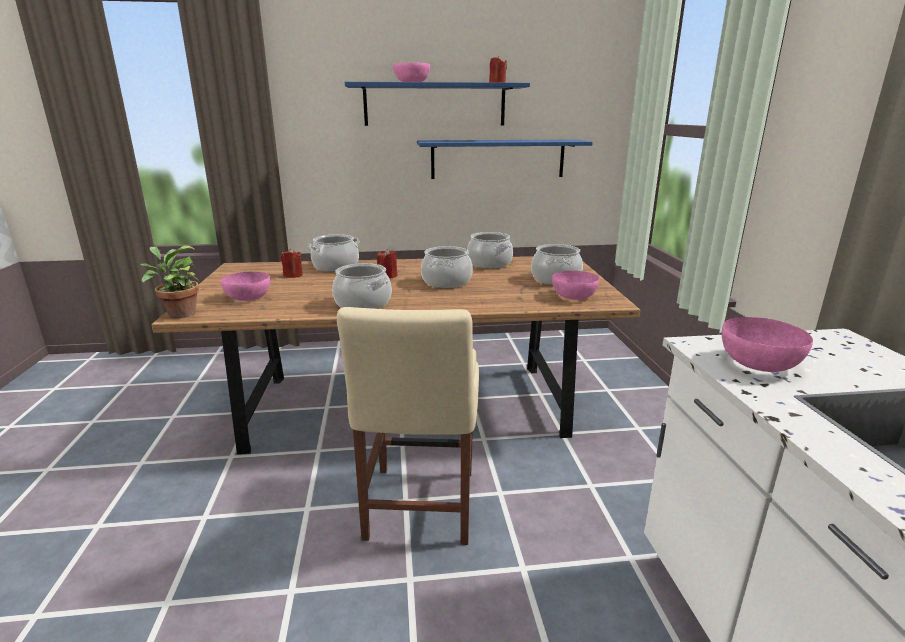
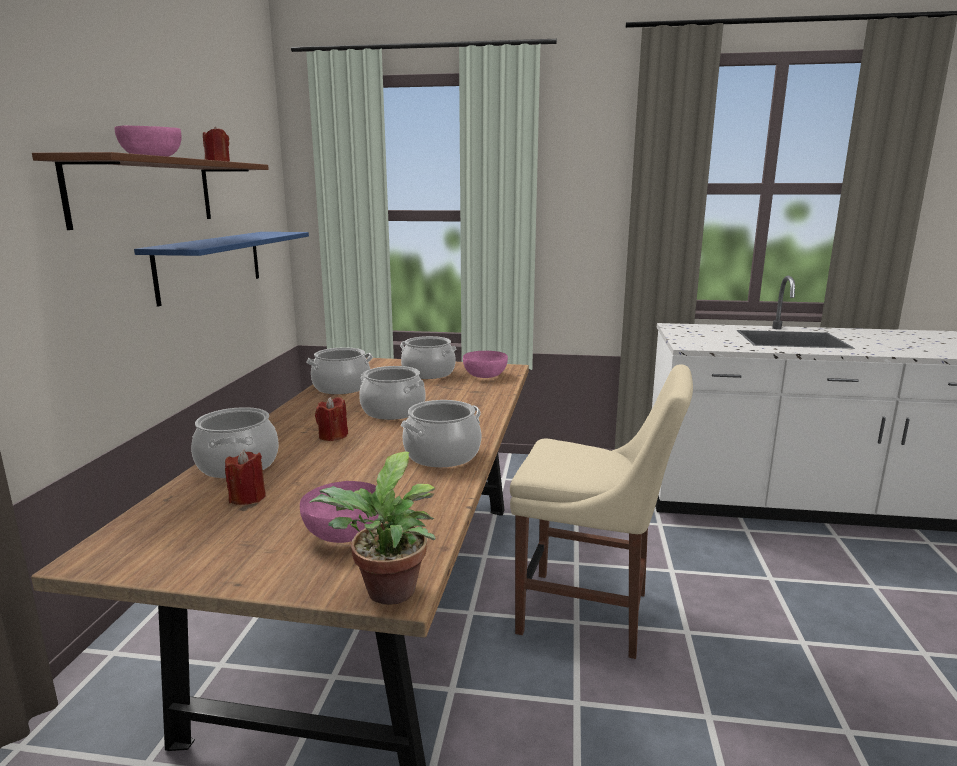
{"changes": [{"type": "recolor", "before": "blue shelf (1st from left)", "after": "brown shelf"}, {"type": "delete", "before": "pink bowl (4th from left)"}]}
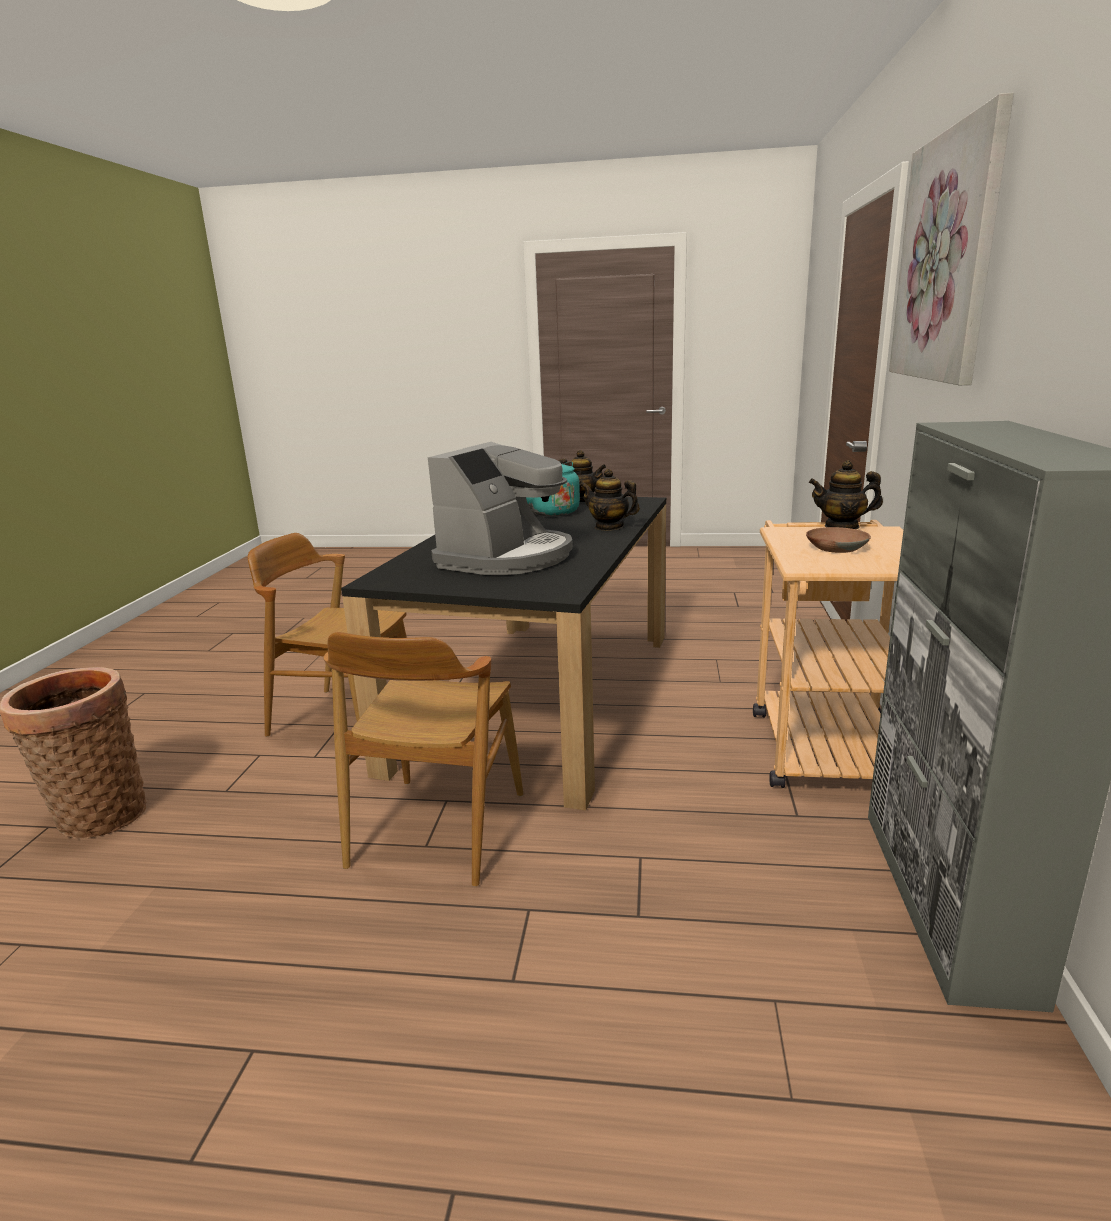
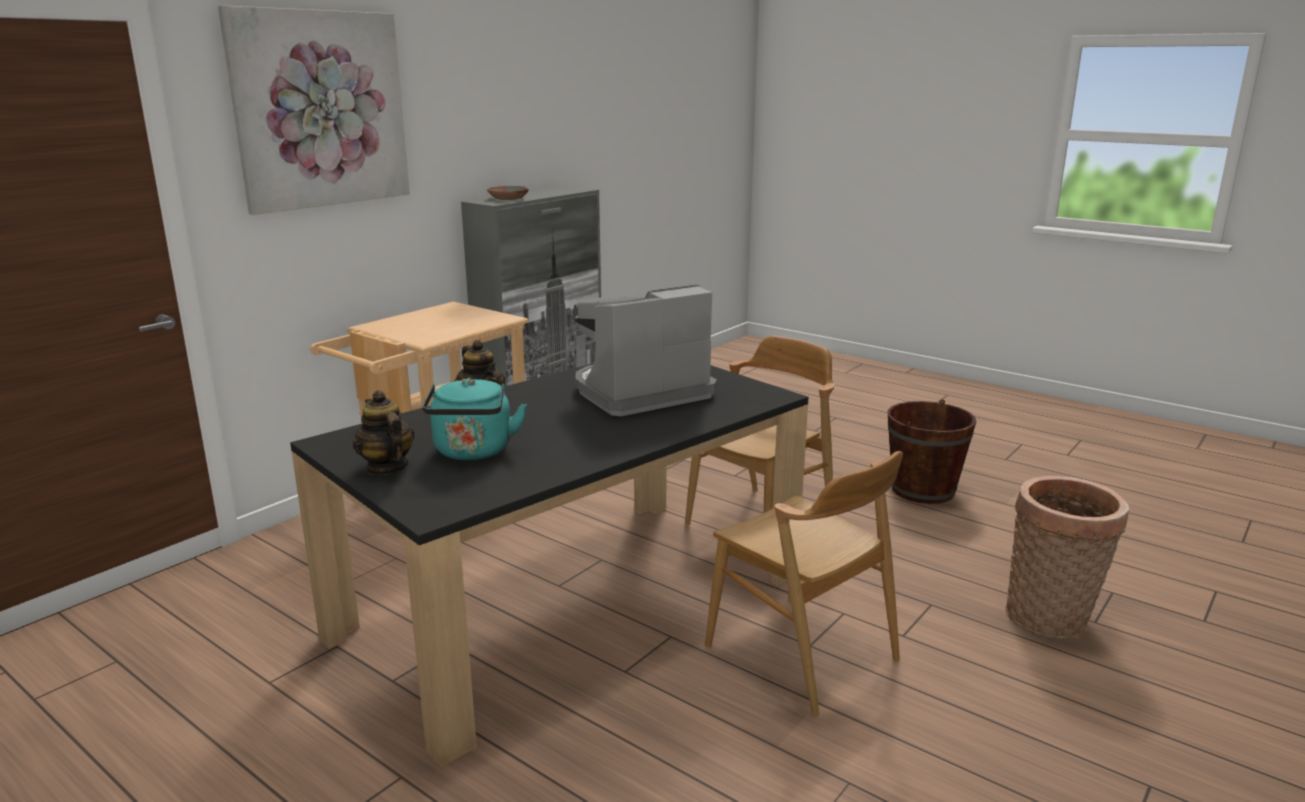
{"changes": [{"type": "move", "before": "brown bowl"}, {"type": "insert", "after": "brown bucket"}, {"type": "delete", "before": "teapot (3rd from left)"}]}
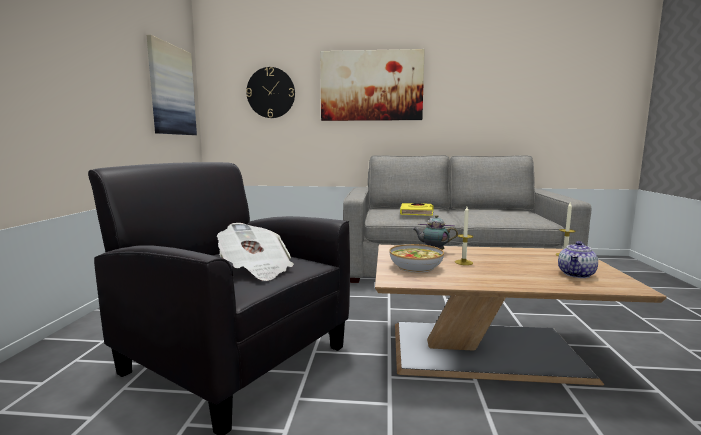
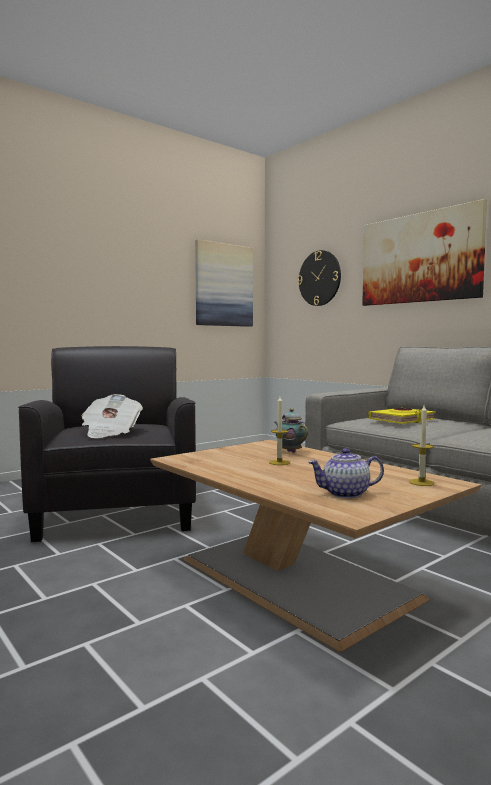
{"changes": [{"type": "delete", "before": "bowl"}]}
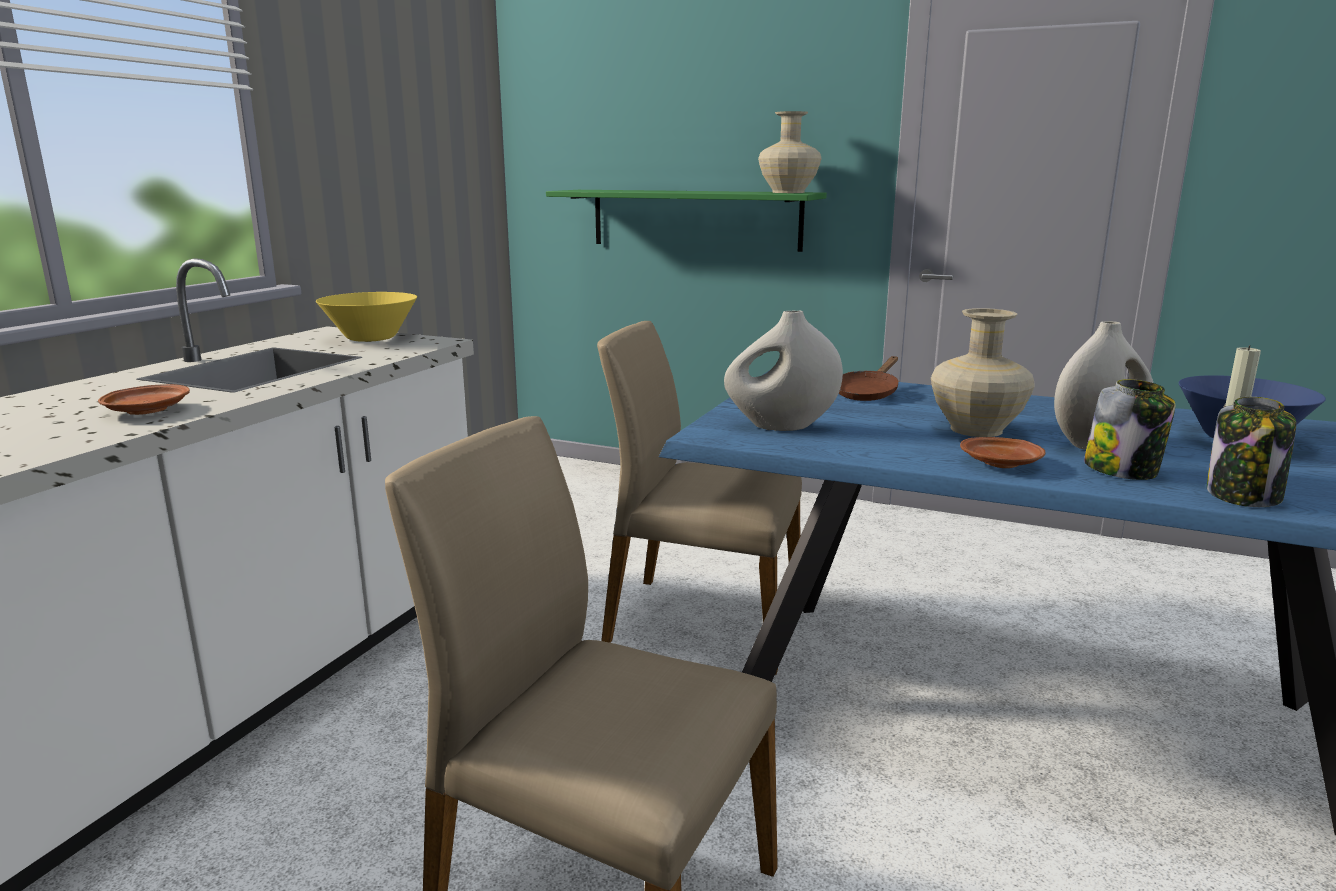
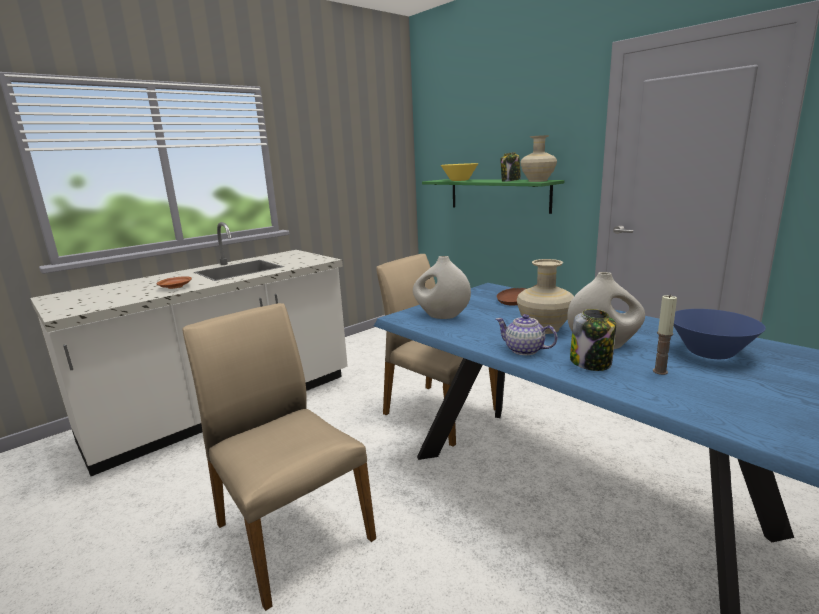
{"changes": [{"type": "move", "before": "yellow bowl"}, {"type": "replace", "before": "brown plate (2nd from left)", "after": "teapot"}, {"type": "move", "before": "jar (2nd from left in the first image)", "after": "jar (1st from left)"}]}
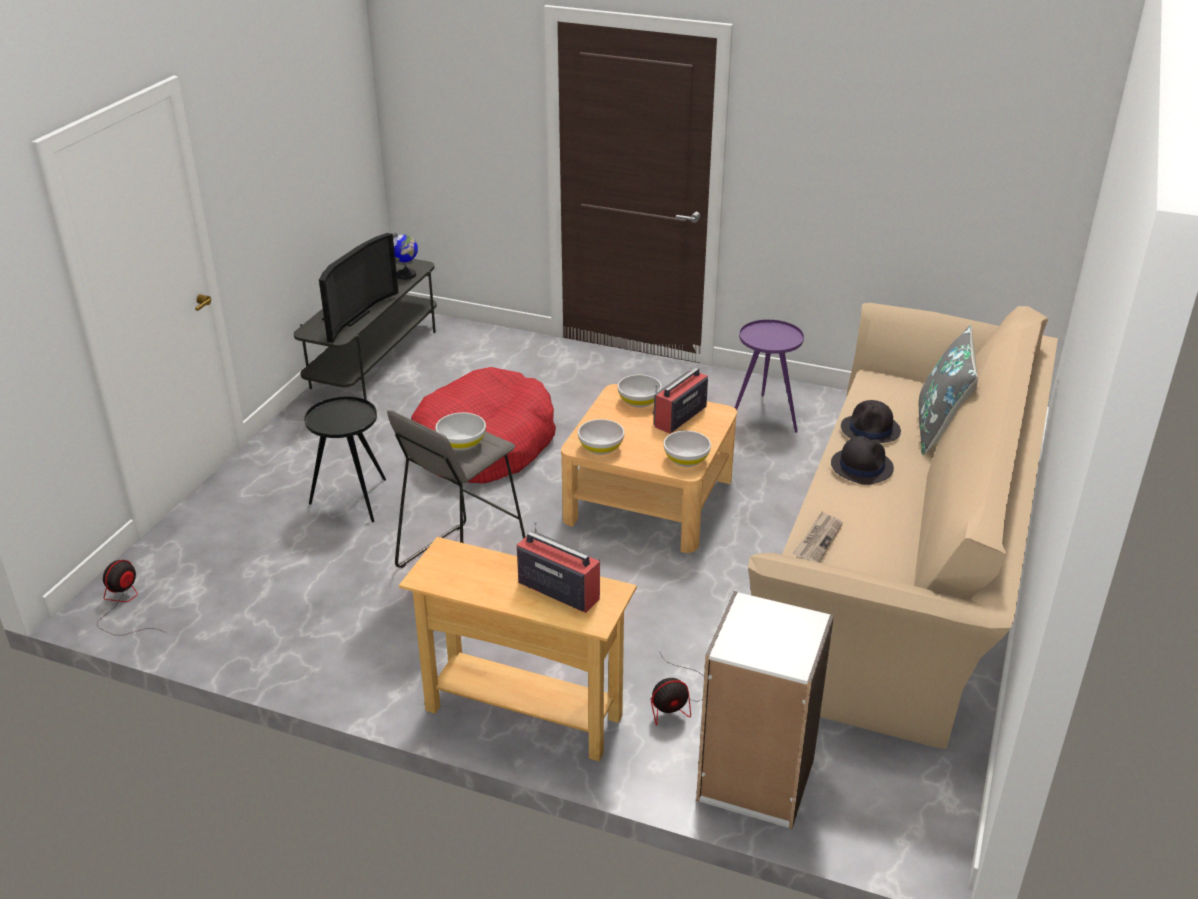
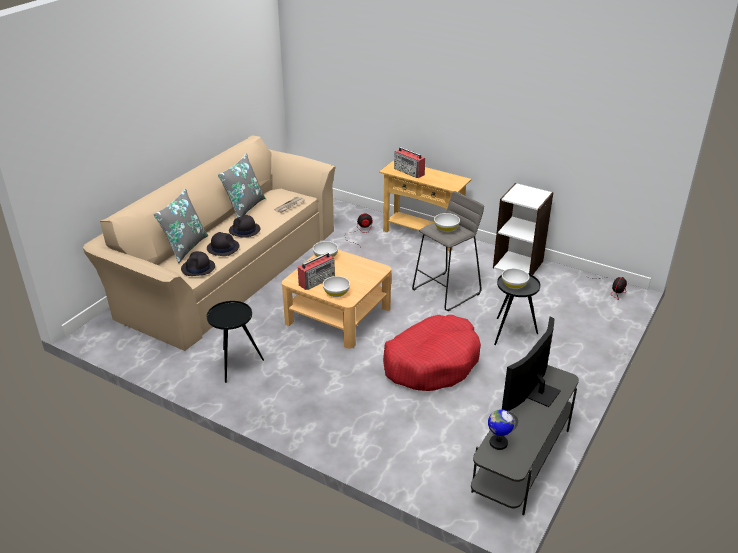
{"changes": [{"type": "insert", "after": "black hat (1st from left)"}, {"type": "recolor", "before": "purple side table", "after": "black side table (1st from left)"}, {"type": "insert", "after": "grey pillow (2nd from left)"}, {"type": "move", "before": "white bookcase"}, {"type": "move", "before": "white bowl (2nd from left in the first image)", "after": "white bowl (4th from left)"}]}
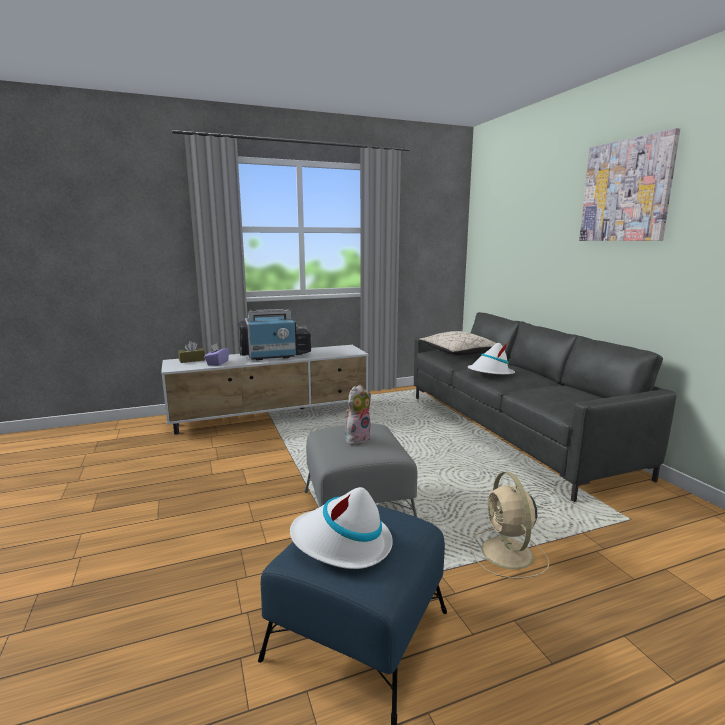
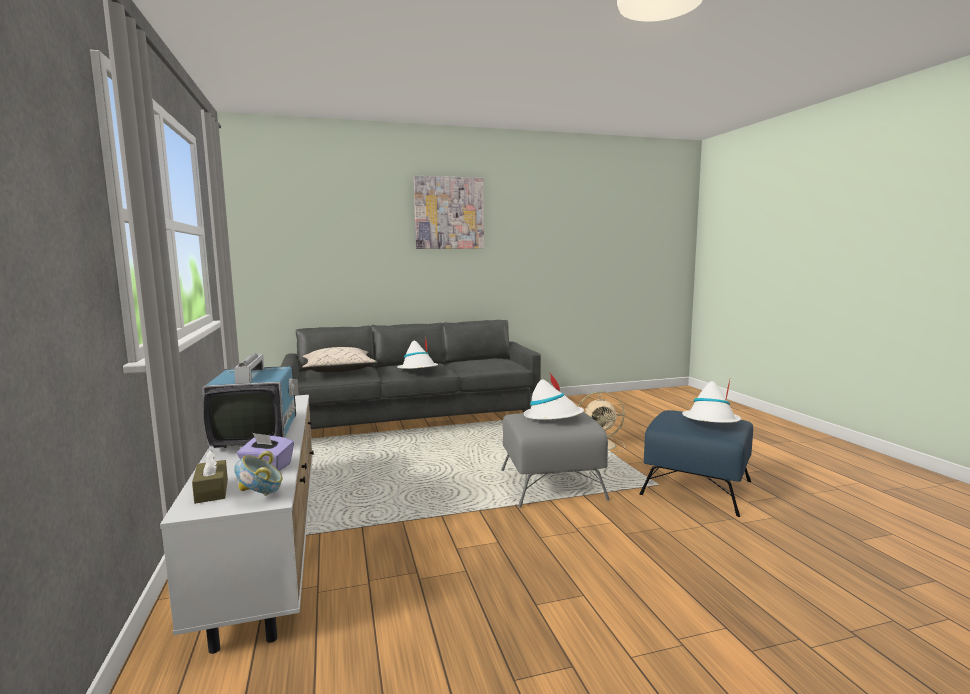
{"changes": [{"type": "insert", "after": "bowl"}, {"type": "replace", "before": "plush toy", "after": "white hat (2nd from left)"}]}
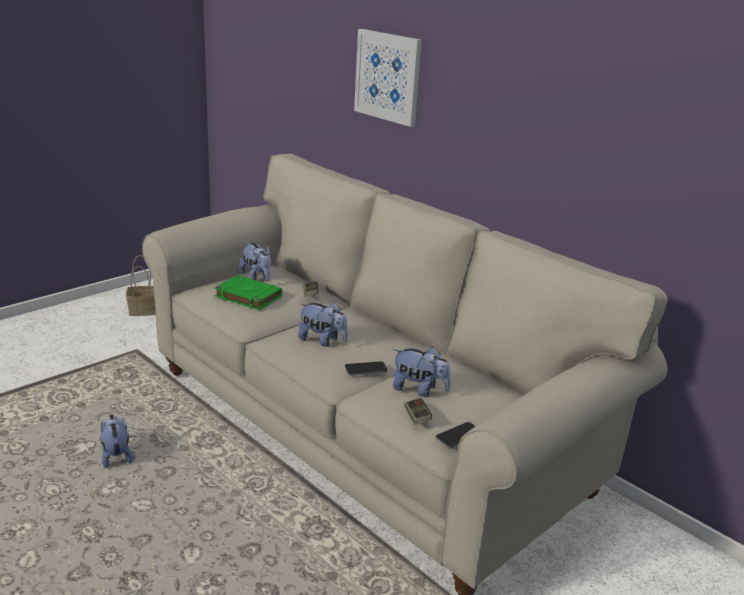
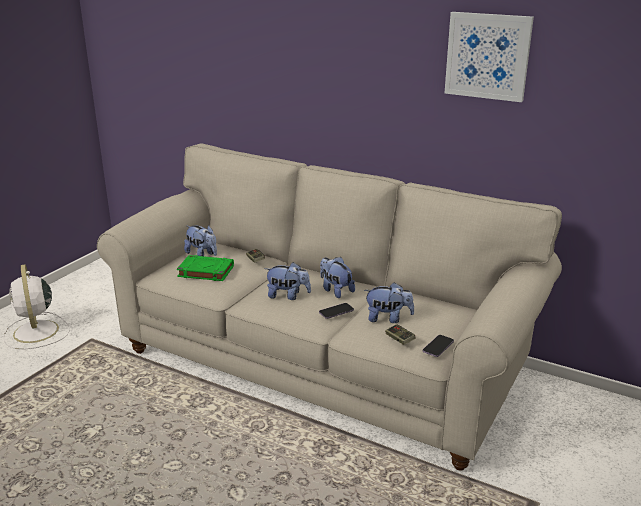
{"changes": [{"type": "insert", "after": "white fan"}, {"type": "move", "before": "plush toy (1st from left in the first image)", "after": "plush toy (3rd from left)"}, {"type": "move", "before": "picture"}, {"type": "delete", "before": "basket"}]}
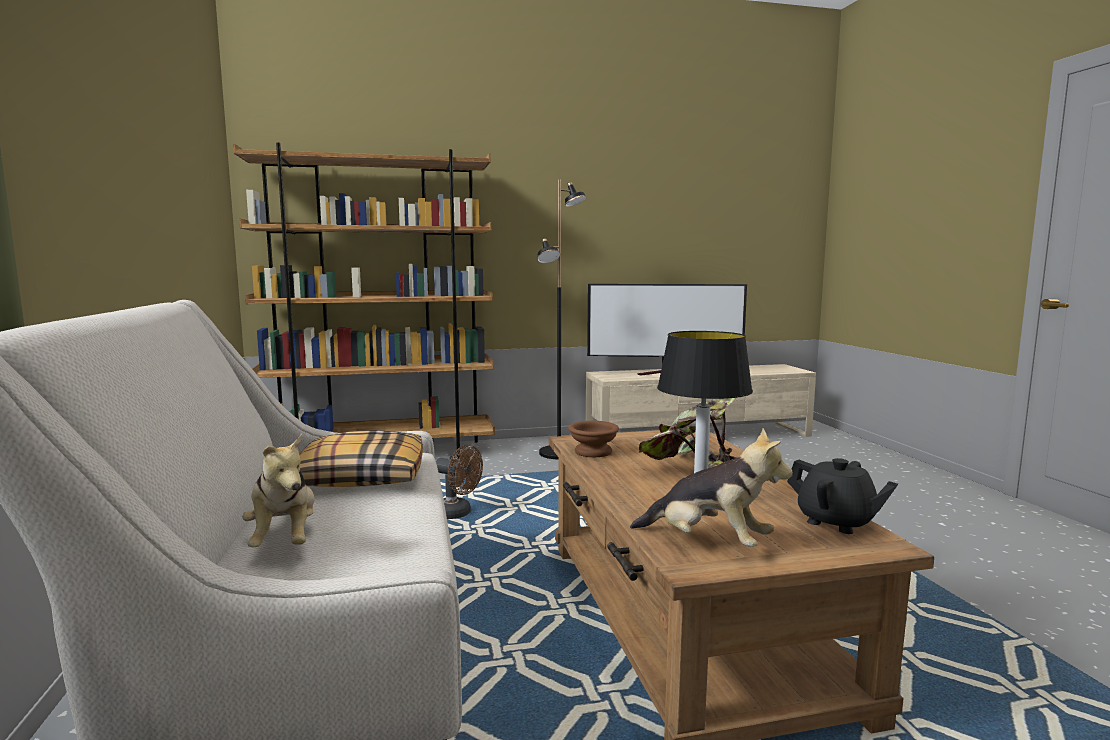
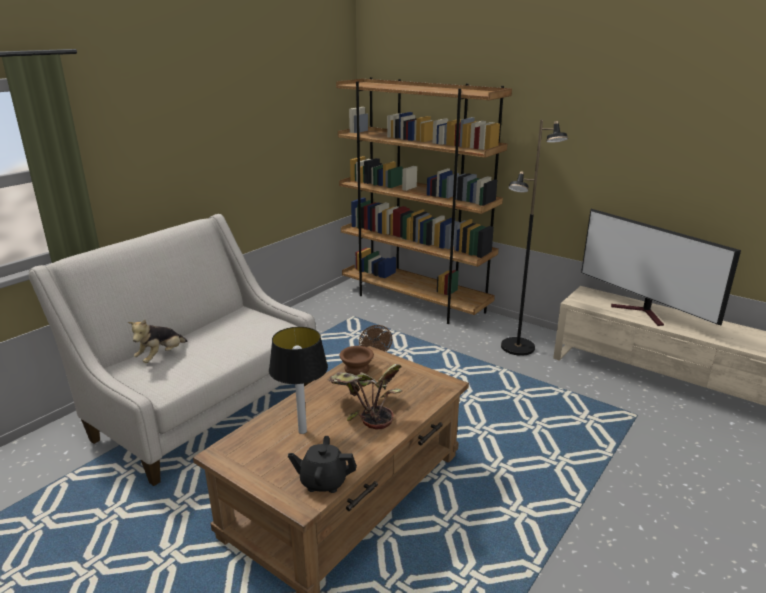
{"changes": [{"type": "rotate", "before": "black teapot", "turn": 90}, {"type": "delete", "before": "pillow"}, {"type": "delete", "before": "plush toy (2nd from left)"}]}
